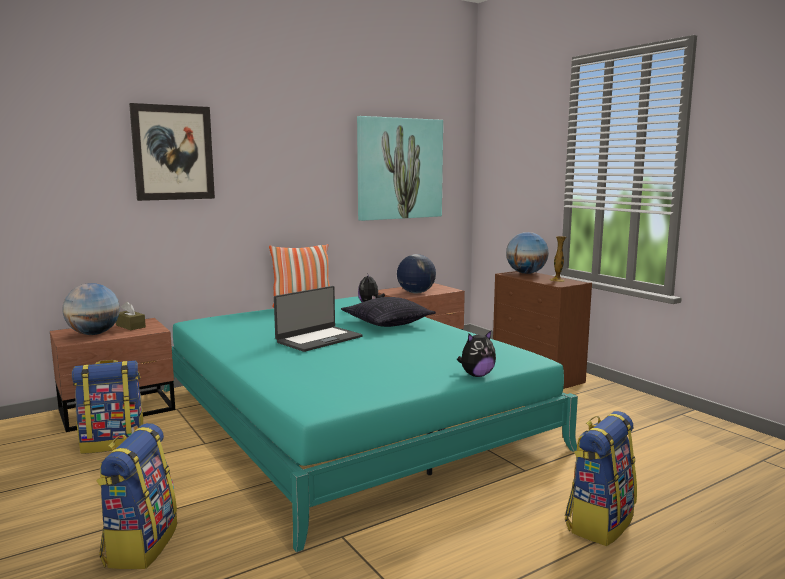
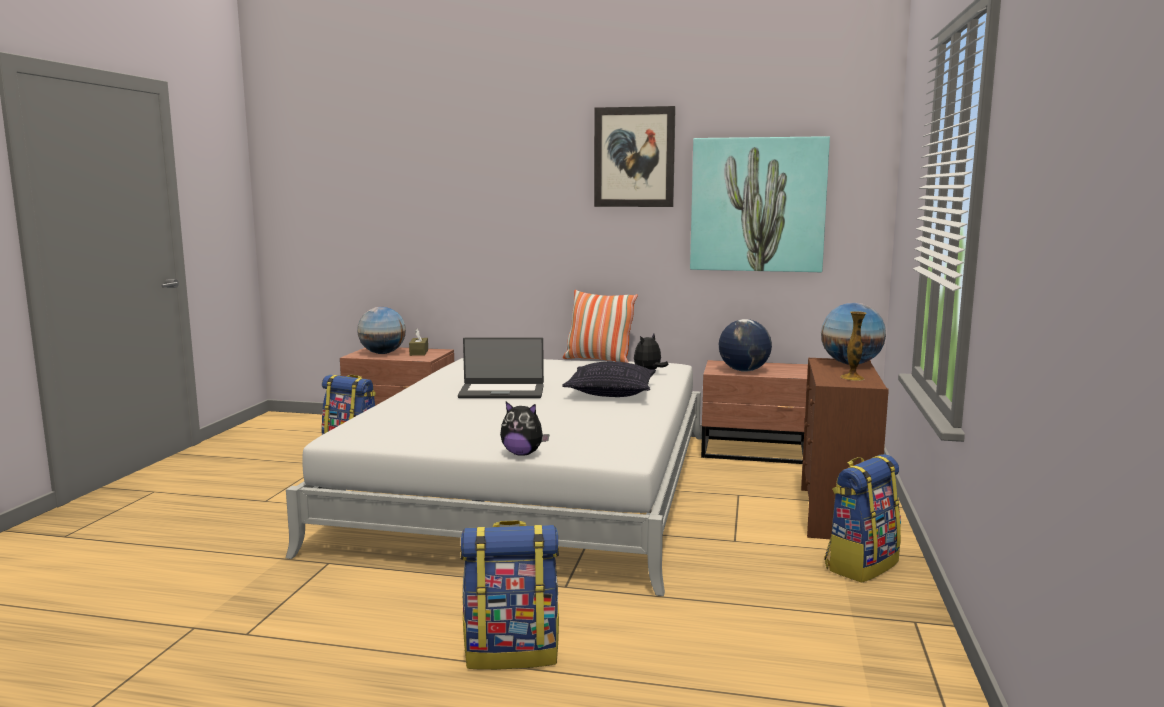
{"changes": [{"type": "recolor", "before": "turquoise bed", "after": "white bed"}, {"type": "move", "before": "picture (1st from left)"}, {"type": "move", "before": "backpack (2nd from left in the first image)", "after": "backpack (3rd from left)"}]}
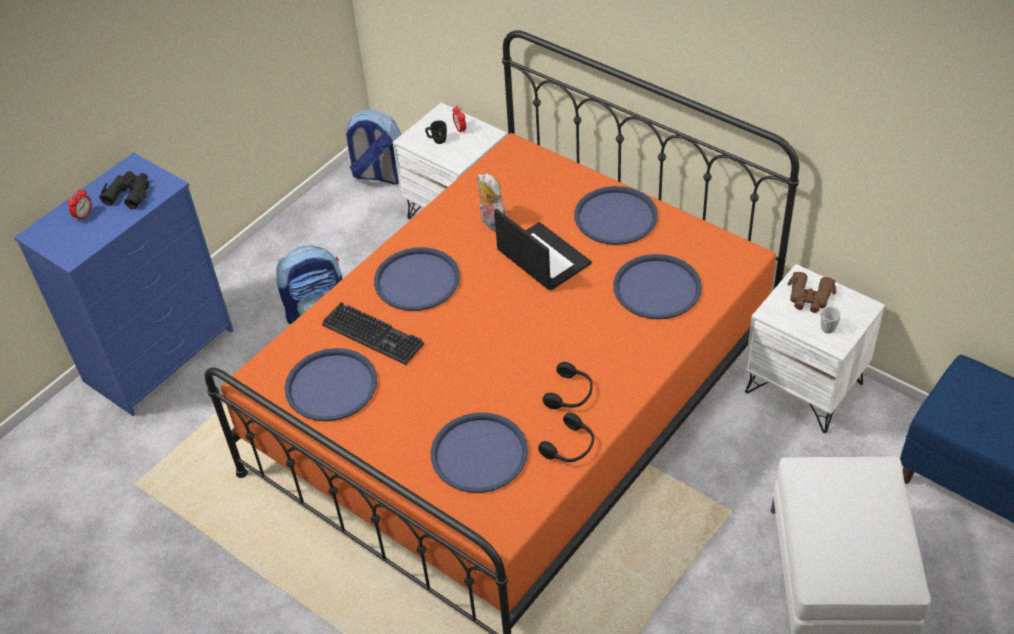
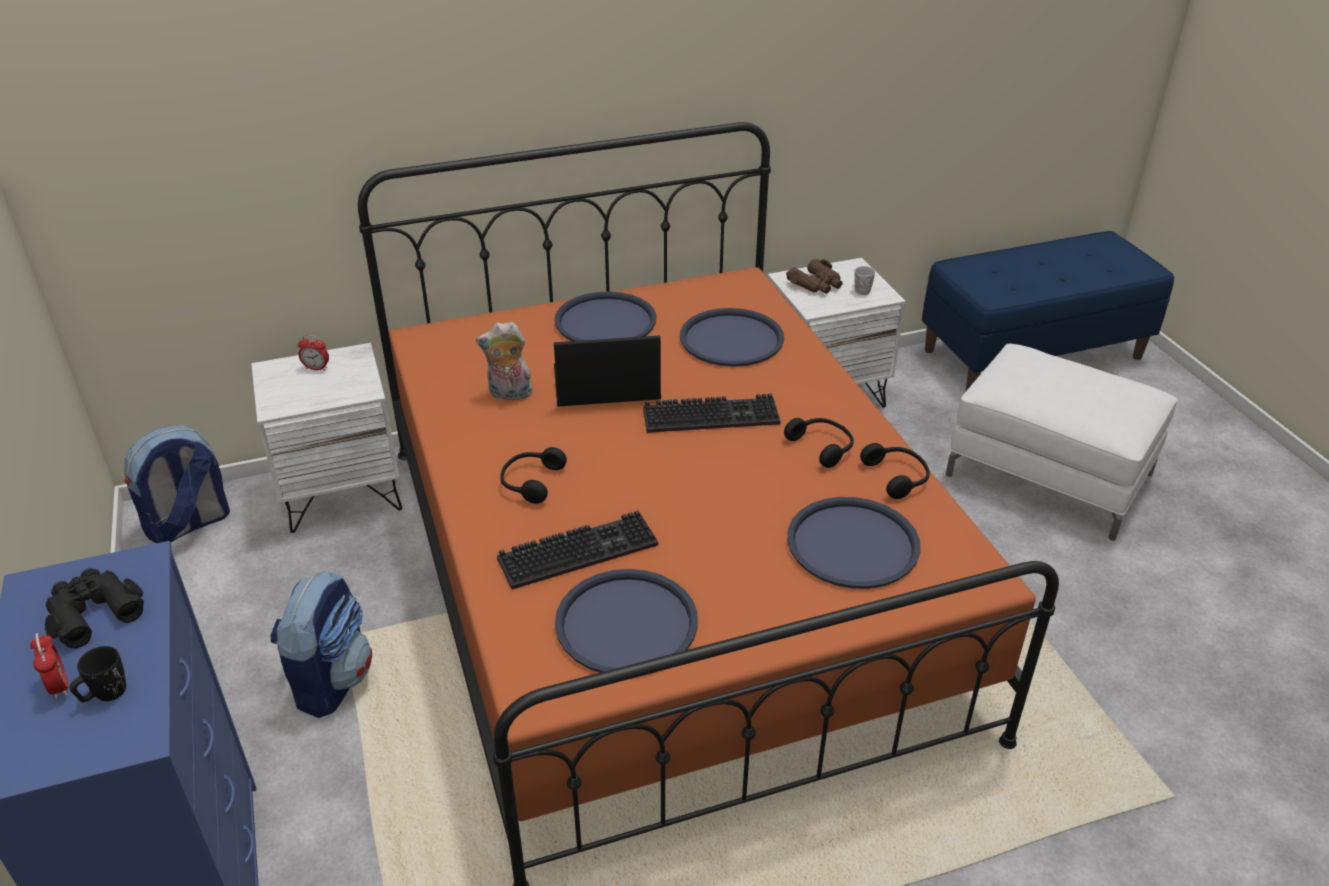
{"changes": [{"type": "move", "before": "black mug"}, {"type": "replace", "before": "blue tray (2nd from left)", "after": "black headphones (1st from left)"}, {"type": "insert", "after": "keyboard (2nd from left)"}]}
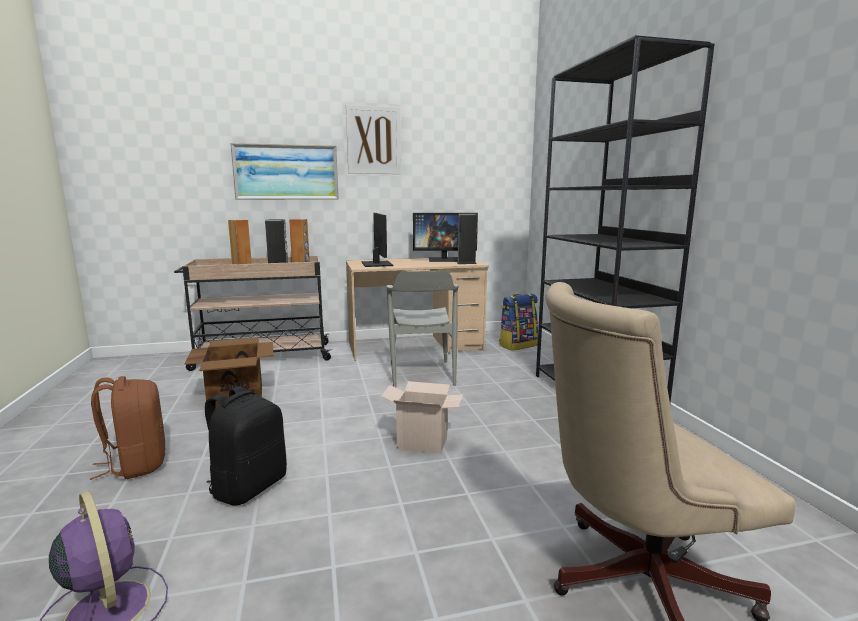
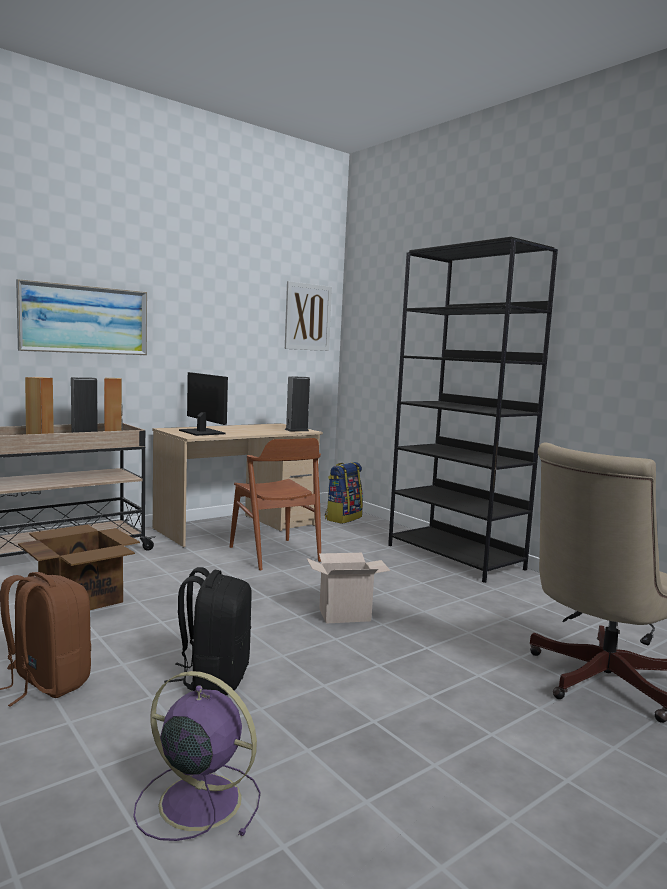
{"changes": [{"type": "recolor", "before": "grey chair", "after": "brown chair"}, {"type": "move", "before": "picture (2nd from left)"}, {"type": "delete", "before": "monitor (2nd from left)"}]}
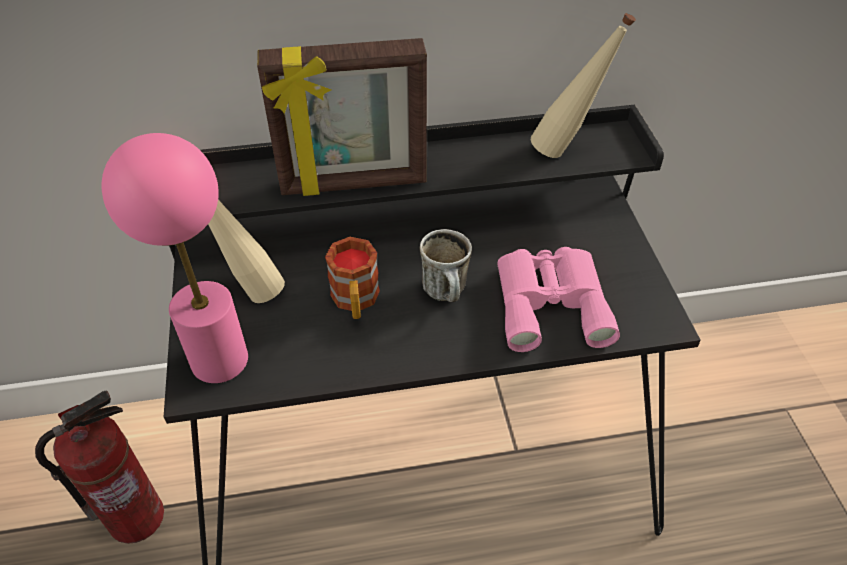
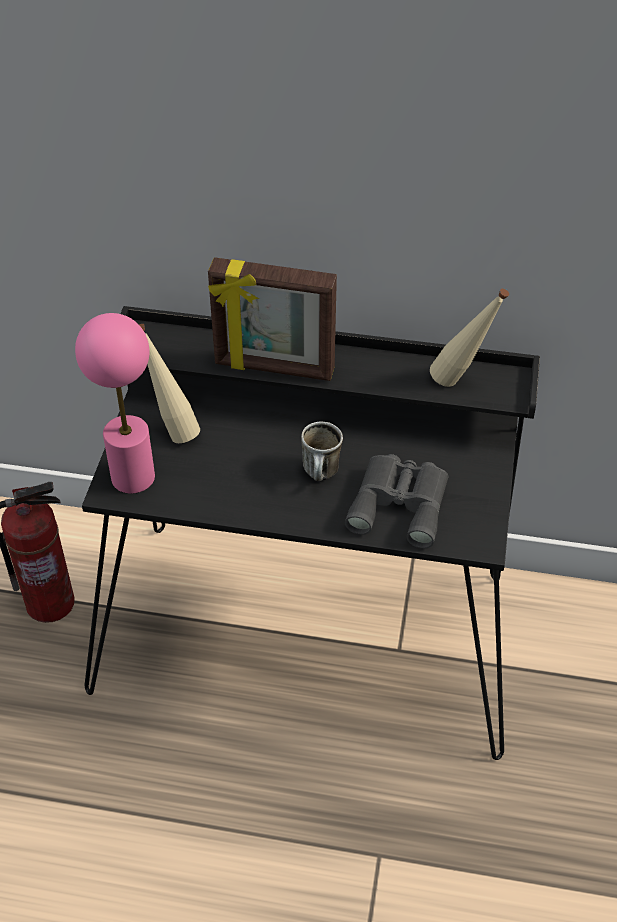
{"changes": [{"type": "recolor", "before": "pink binoculars", "after": "grey binoculars"}, {"type": "delete", "before": "mug (1st from left)"}]}
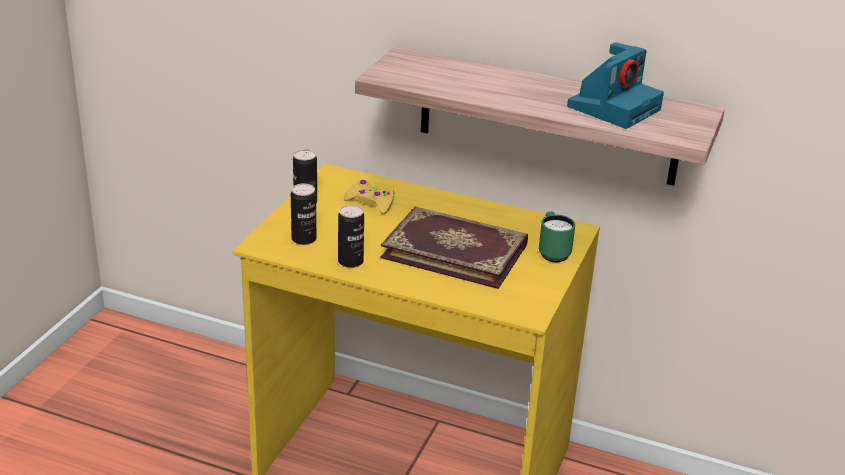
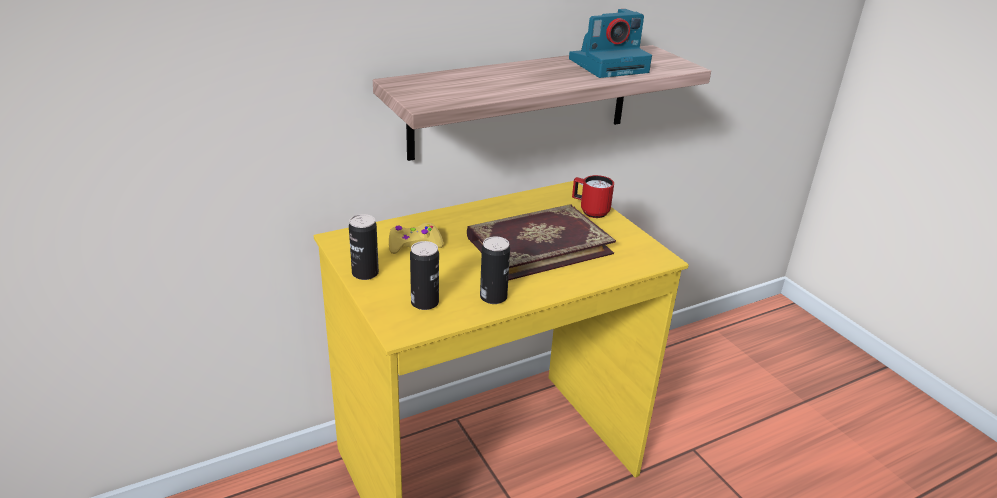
{"changes": [{"type": "rotate", "before": "photo camera", "turn": 75}, {"type": "recolor", "before": "green mug", "after": "red mug"}]}
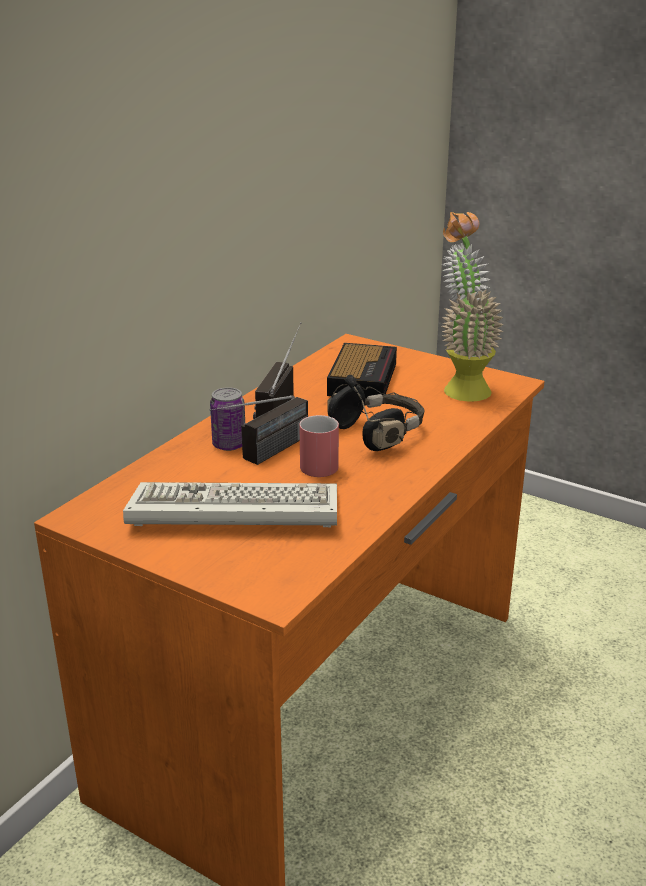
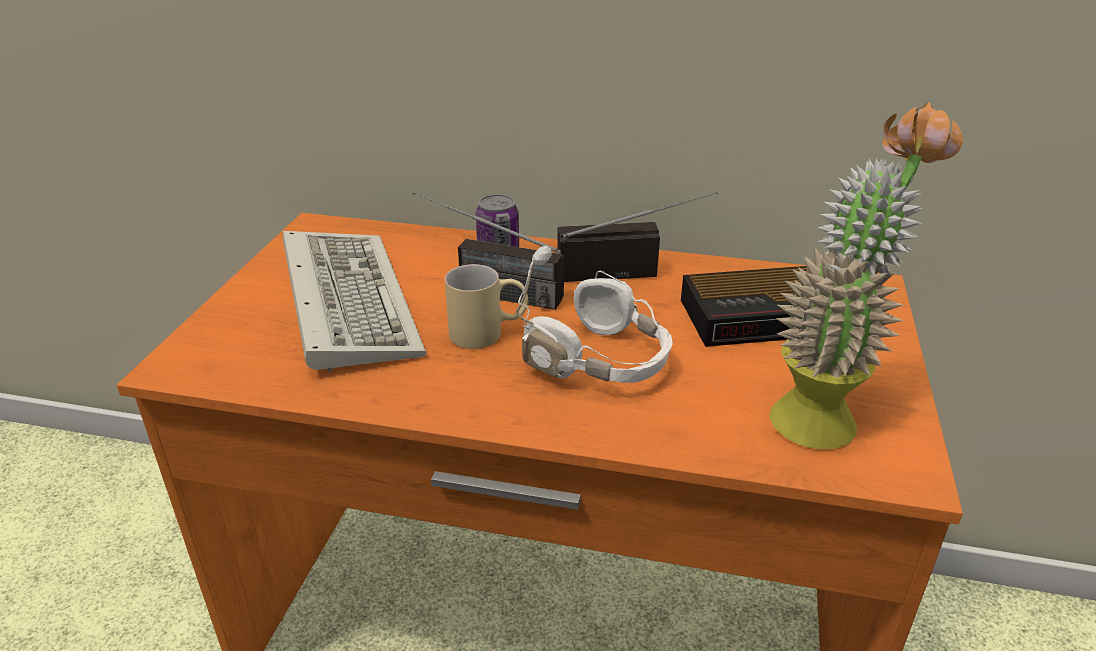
{"changes": [{"type": "recolor", "before": "red mug", "after": "beige mug"}, {"type": "recolor", "before": "black headphones", "after": "white headphones"}]}
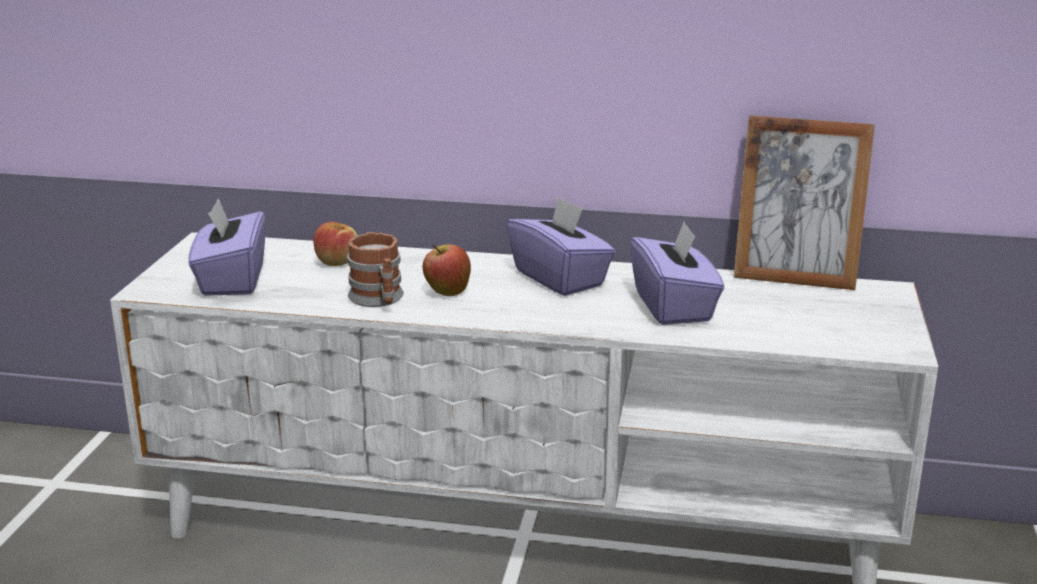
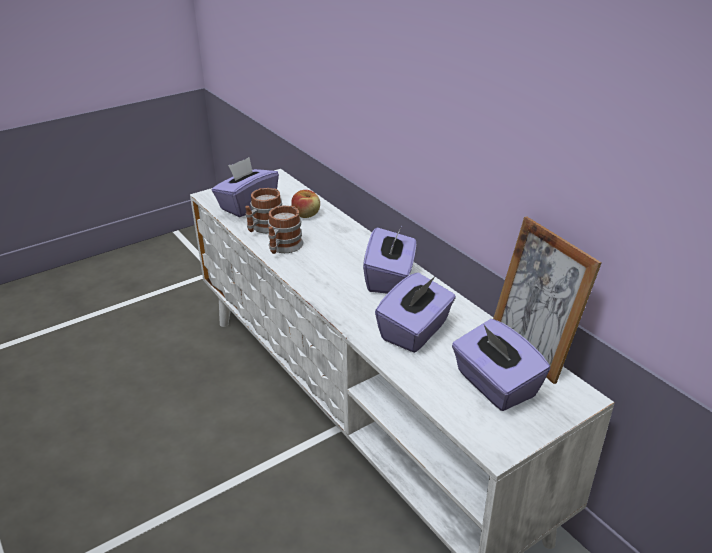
{"changes": [{"type": "insert", "after": "mug (1st from left)"}, {"type": "insert", "after": "purple tissue box (4th from left)"}, {"type": "delete", "before": "apple (2nd from left)"}]}
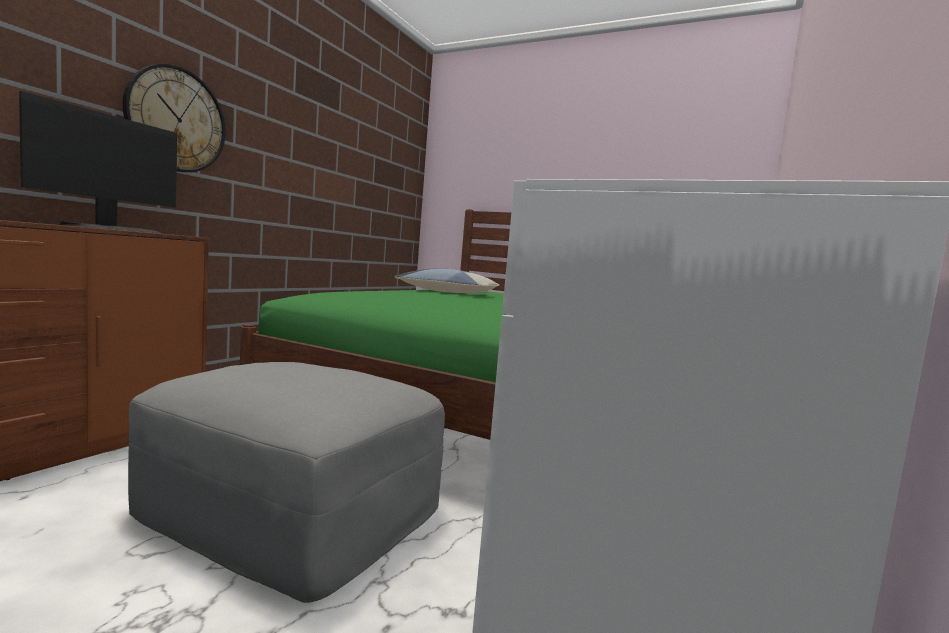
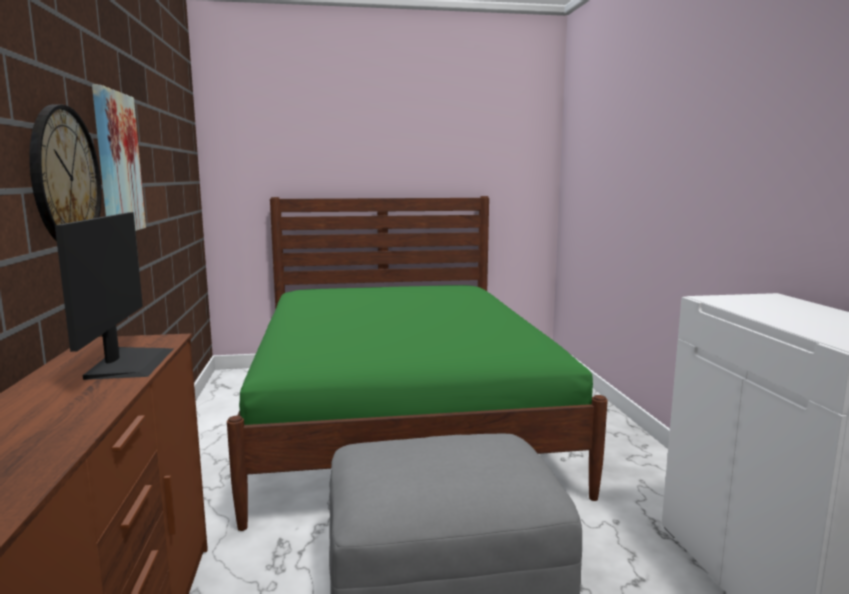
{"changes": [{"type": "insert", "after": "picture"}, {"type": "delete", "before": "pillow"}]}
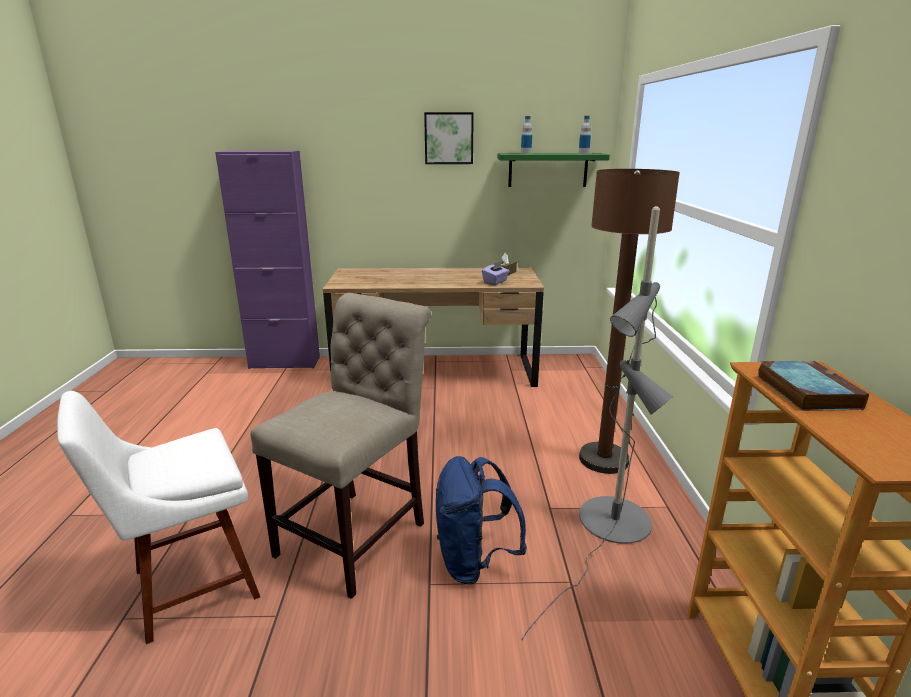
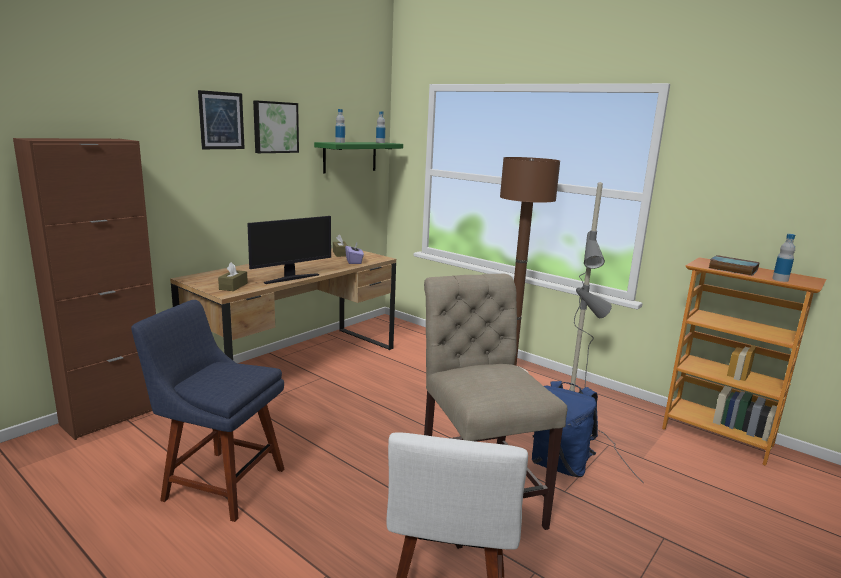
{"changes": [{"type": "recolor", "before": "purple cabinet", "after": "brown cabinet"}, {"type": "insert", "after": "blue chair"}, {"type": "insert", "after": "picture (1st from left)"}, {"type": "insert", "after": "brown tissue box (1st from left)"}, {"type": "insert", "after": "monitor"}, {"type": "insert", "after": "bottle (3rd from left)"}]}
